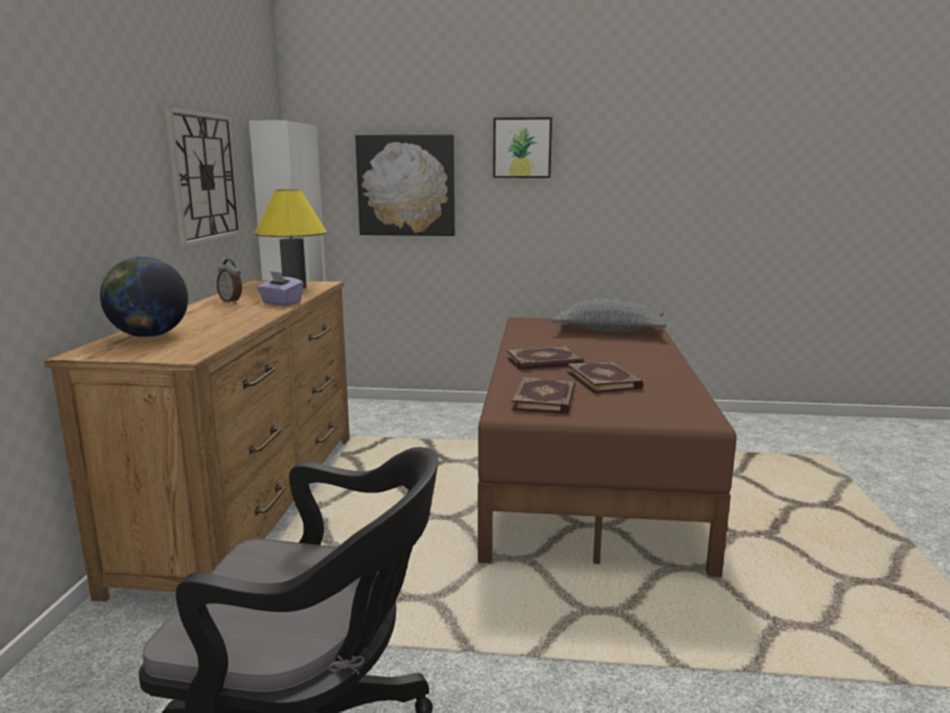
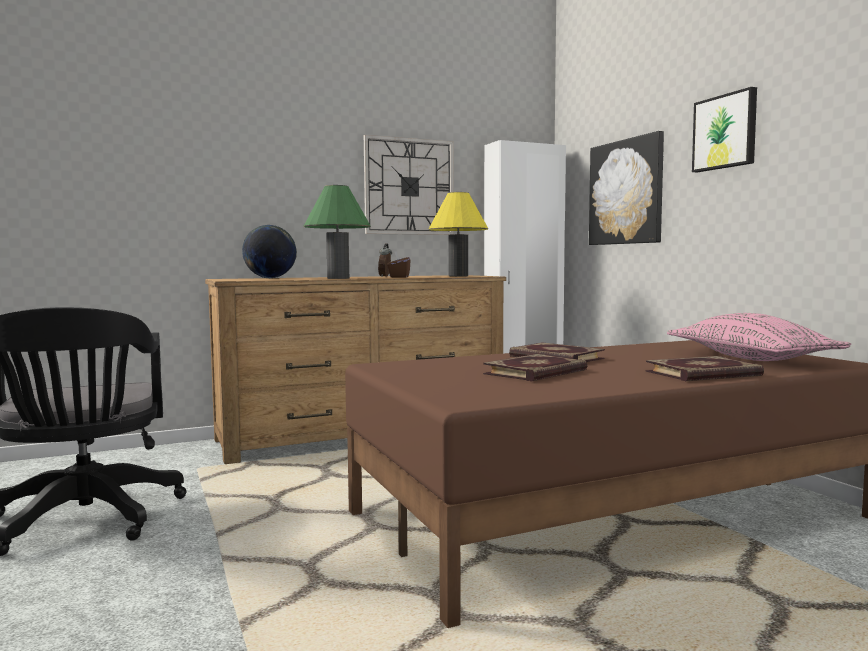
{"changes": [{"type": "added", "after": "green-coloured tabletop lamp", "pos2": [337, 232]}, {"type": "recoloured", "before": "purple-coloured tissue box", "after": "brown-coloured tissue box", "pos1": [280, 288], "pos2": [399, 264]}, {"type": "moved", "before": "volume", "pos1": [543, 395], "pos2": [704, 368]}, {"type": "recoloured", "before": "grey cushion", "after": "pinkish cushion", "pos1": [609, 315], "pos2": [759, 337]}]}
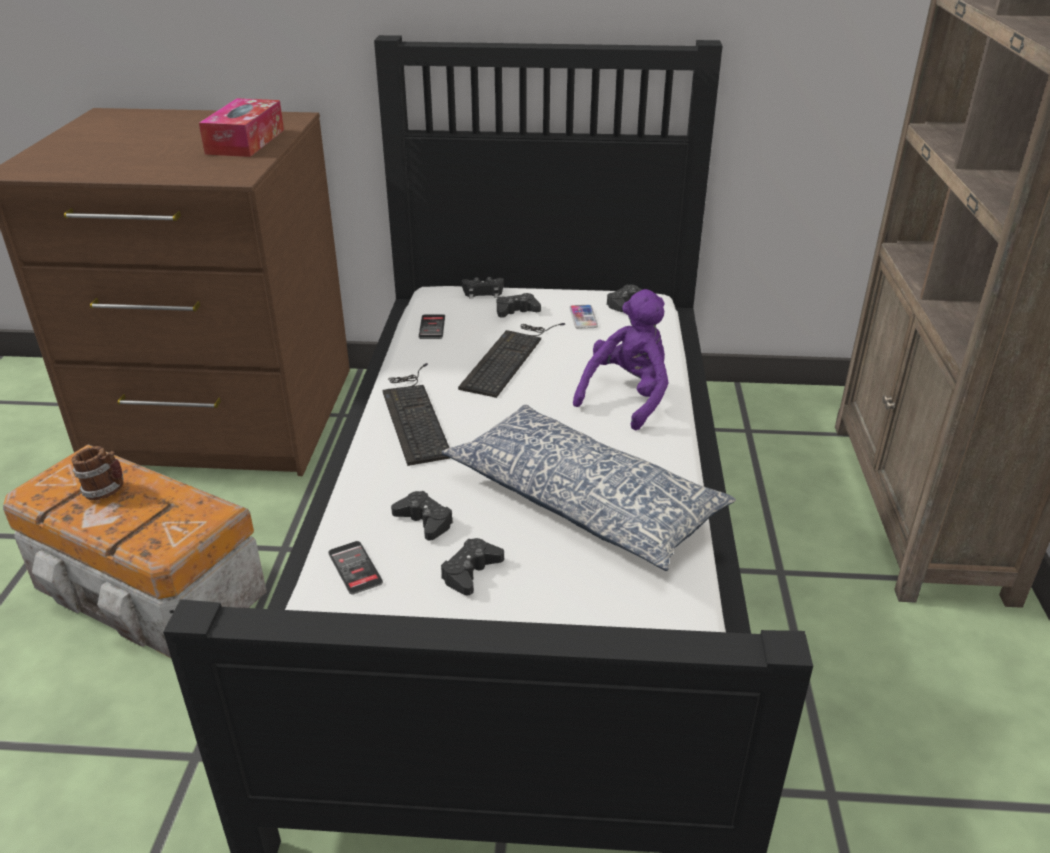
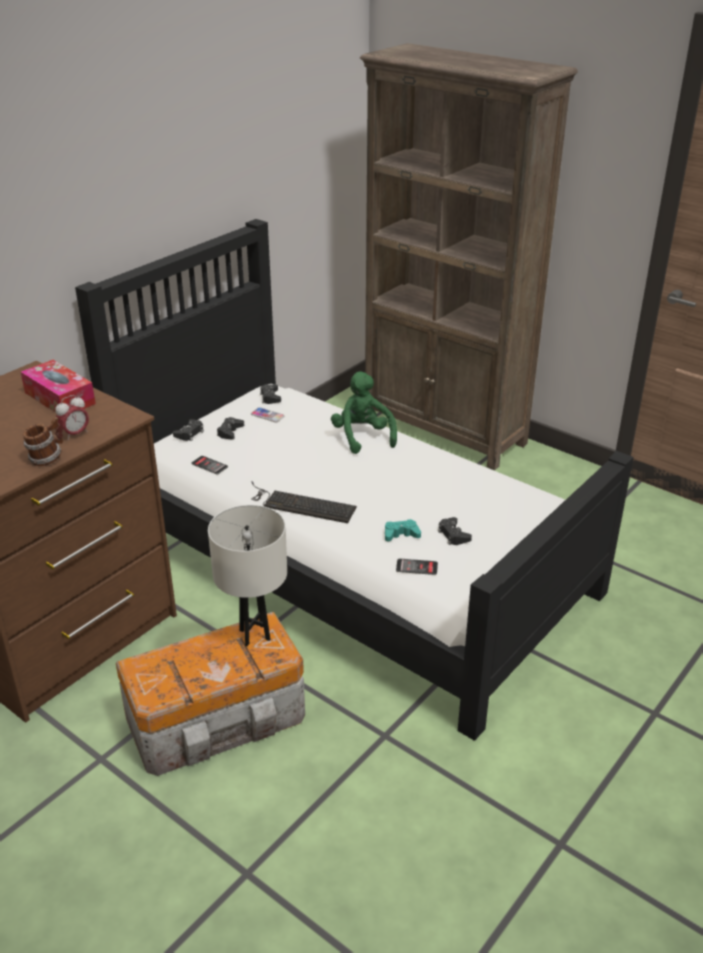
{"changes": [{"type": "moved", "before": "coffee mug", "pos1": [97, 473], "pos2": [43, 441]}, {"type": "added", "after": "bedside clock", "pos2": [72, 417]}, {"type": "added", "after": "whitish tabletop lamp", "pos2": [247, 575]}, {"type": "recoloured", "before": "purple-coloured plush toy", "after": "green-coloured plush toy", "pos1": [621, 360], "pos2": [364, 412]}, {"type": "recoloured", "before": "black gamepad", "after": "turquoise gamepad", "pos1": [422, 516], "pos2": [403, 530]}, {"type": "removed", "before": "cushion", "pos1": [589, 488]}, {"type": "removed", "before": "computer keyboard", "pos1": [511, 360]}]}
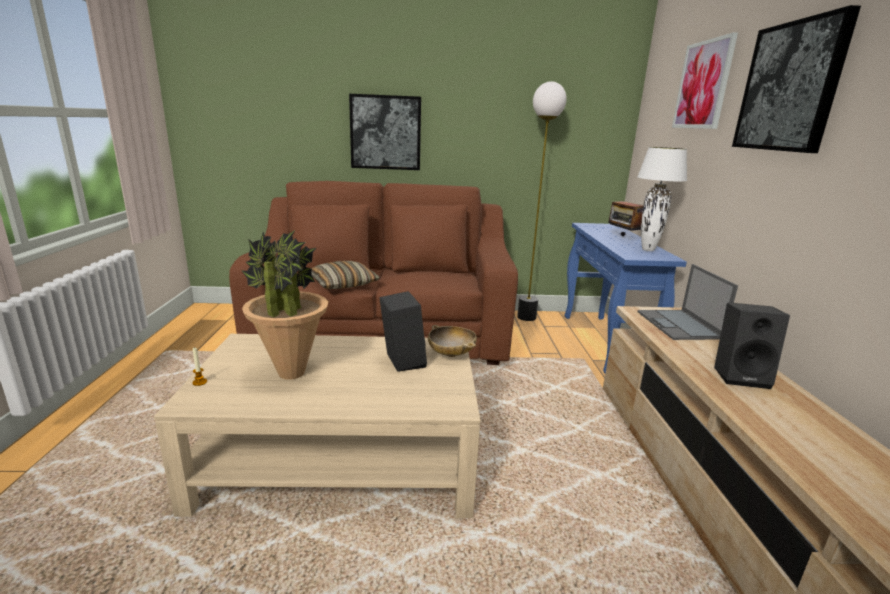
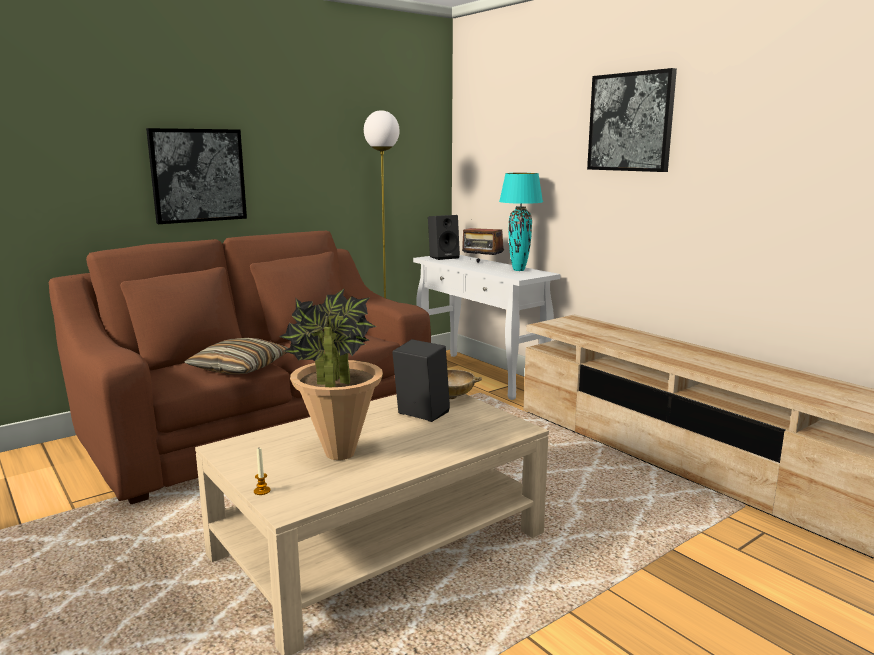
{"changes": [{"type": "recoloured", "before": "blue-coloured hall table", "after": "whitish hall table", "pos1": [626, 298], "pos2": [487, 327]}, {"type": "moved", "before": "black audio speaker", "pos1": [752, 346], "pos2": [444, 237]}, {"type": "recoloured", "before": "whitish tabletop lamp", "after": "turquoise tabletop lamp", "pos1": [662, 199], "pos2": [521, 222]}, {"type": "removed", "before": "portable computer", "pos1": [688, 302]}, {"type": "removed", "before": "picture", "pos1": [705, 80]}]}
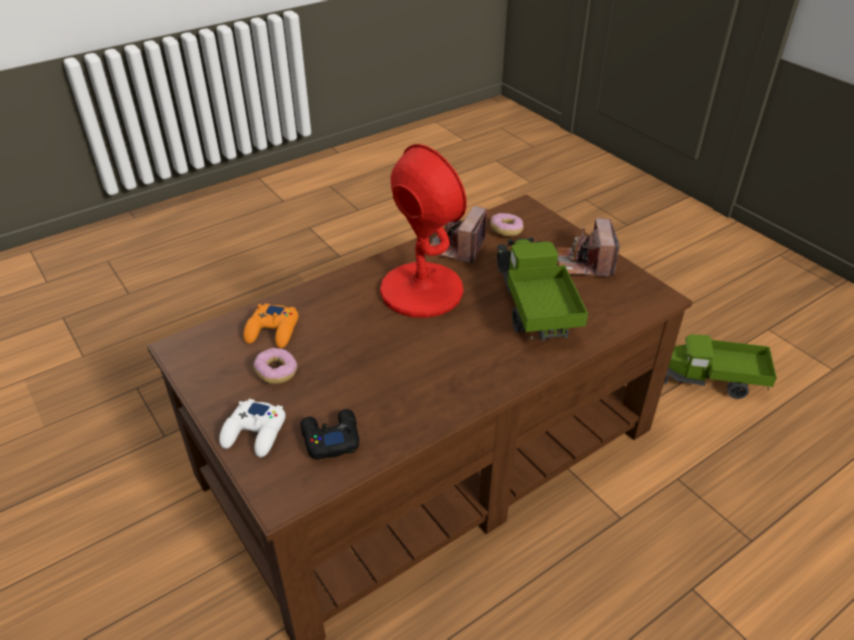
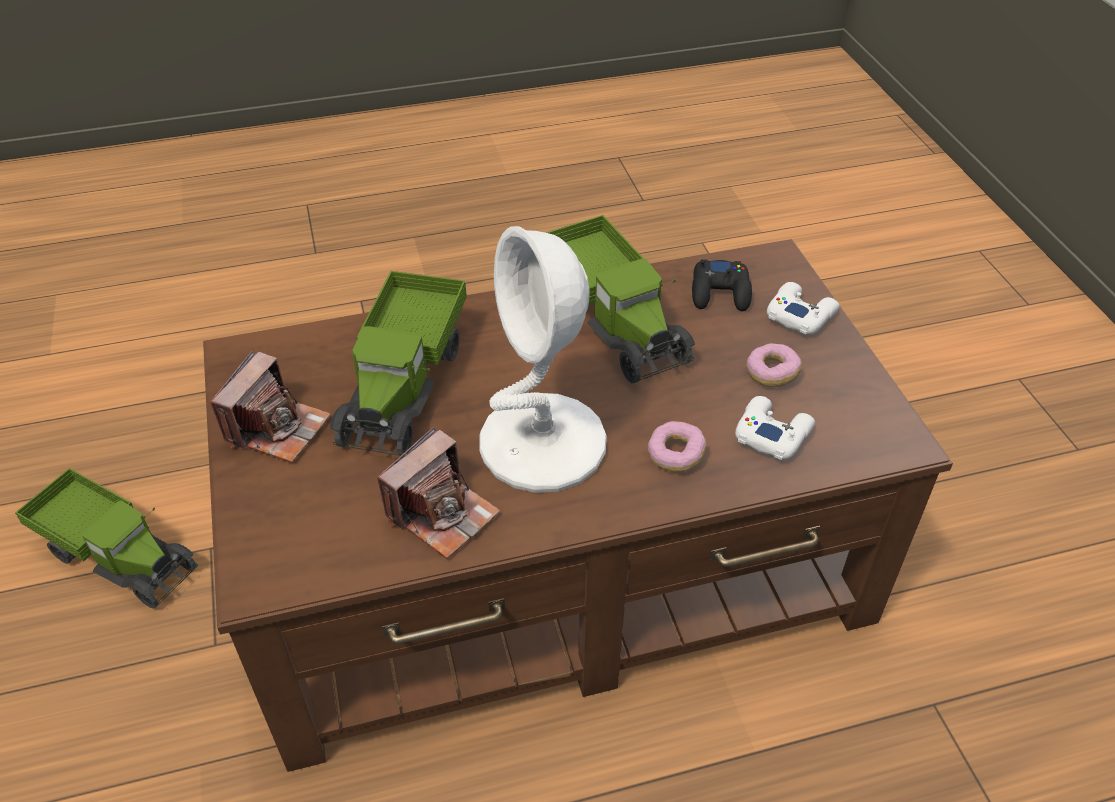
{"changes": [{"type": "recoloured", "before": "reddish tabletop lamp", "after": "whitish tabletop lamp", "pos1": [423, 231], "pos2": [543, 359]}, {"type": "added", "after": "toy truck", "pos2": [620, 299]}, {"type": "moved", "before": "ring doughnut", "pos1": [507, 224], "pos2": [677, 446]}, {"type": "recoloured", "before": "orange-coloured gamepad", "after": "whitish gamepad", "pos1": [270, 326], "pos2": [775, 428]}]}
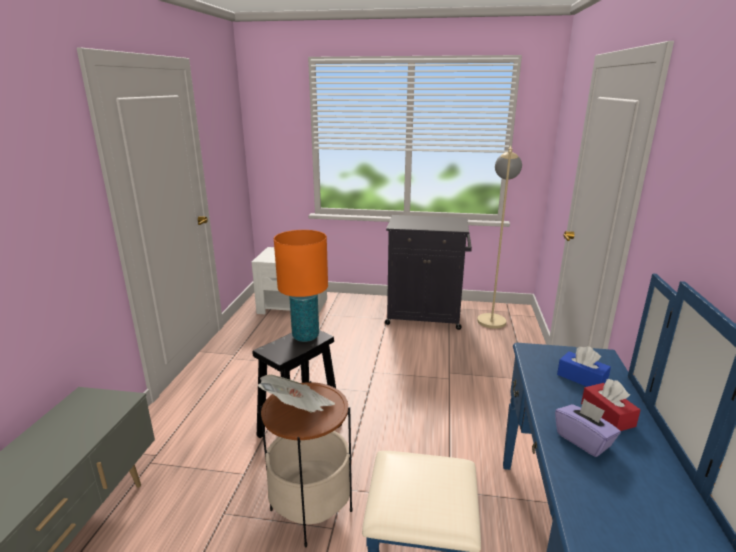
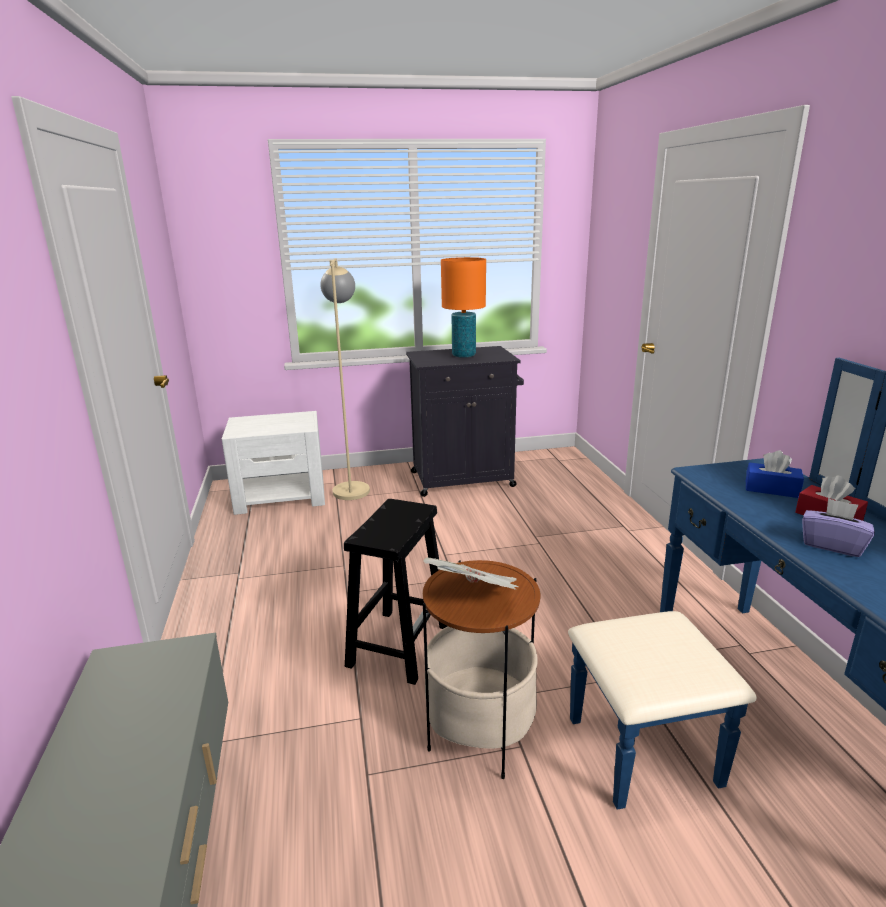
{"changes": [{"type": "moved", "before": "beige-coloured standard lamp", "pos1": [499, 237], "pos2": [345, 379]}, {"type": "moved", "before": "orange-coloured tabletop lamp", "pos1": [301, 286], "pos2": [463, 307]}]}
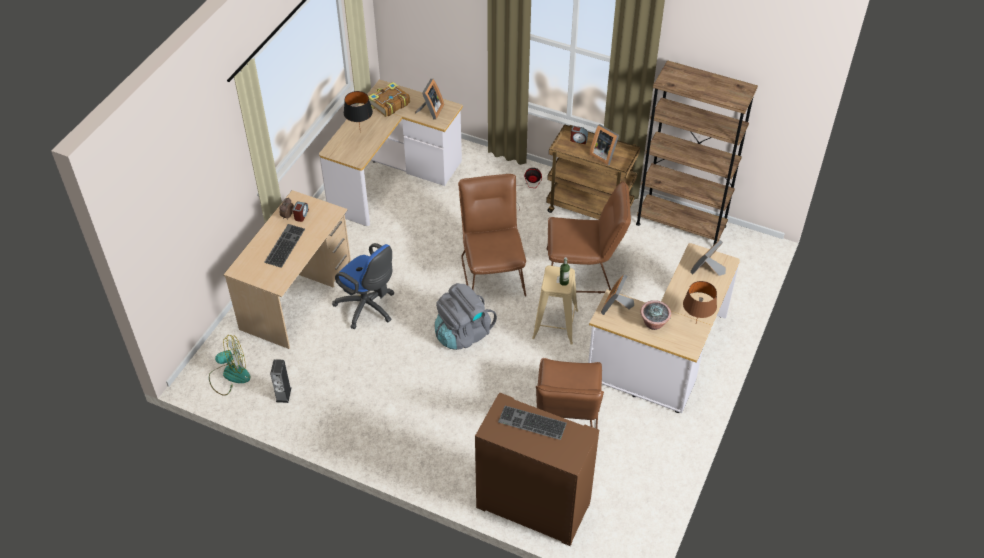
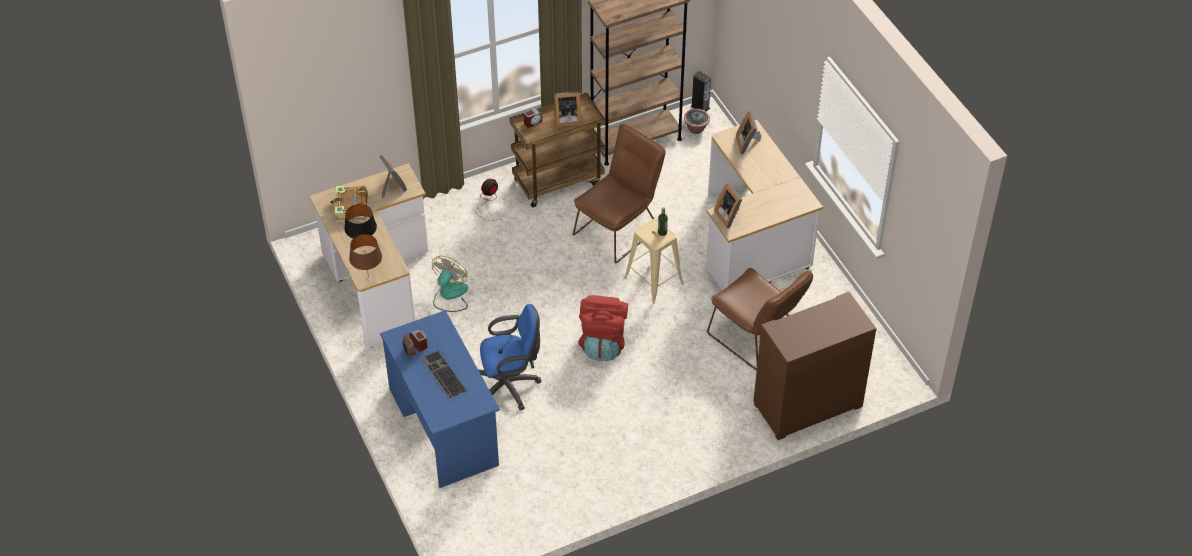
{"changes": [{"type": "moved", "before": "brown-coloured tabletop lamp", "pos1": [700, 302], "pos2": [365, 255]}, {"type": "recoloured", "before": "beige-coloured desk unit", "after": "blue-coloured desk unit", "pos1": [287, 269], "pos2": [440, 399]}, {"type": "moved", "before": "cooling fan", "pos1": [229, 365], "pos2": [450, 284]}, {"type": "recoloured", "before": "grey knapsack", "after": "reddish knapsack", "pos1": [466, 316], "pos2": [603, 328]}, {"type": "moved", "before": "potted plant", "pos1": [655, 315], "pos2": [697, 121]}, {"type": "moved", "before": "audio speaker", "pos1": [280, 381], "pos2": [701, 91]}, {"type": "removed", "before": "brown-coloured upright chair", "pos1": [492, 235]}, {"type": "removed", "before": "computer keyboard", "pos1": [532, 423]}]}
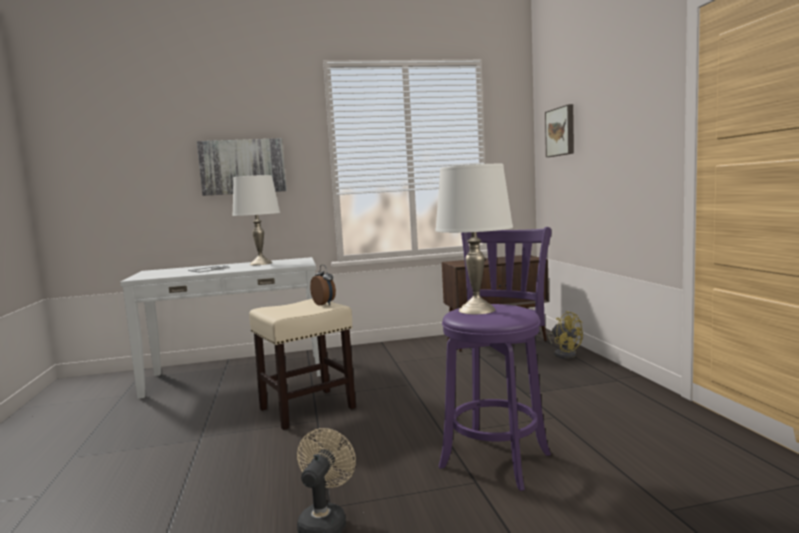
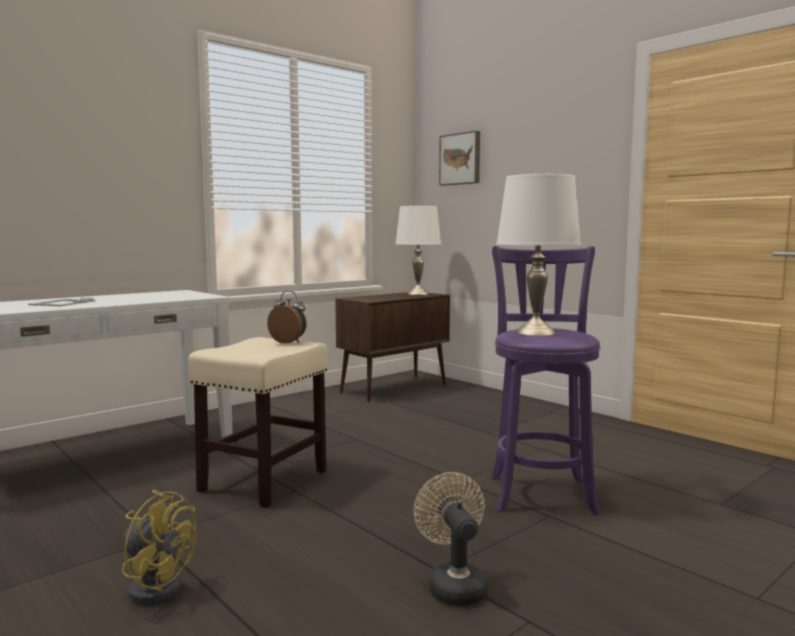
{"changes": [{"type": "moved", "before": "yellowish cooling fan", "pos1": [565, 335], "pos2": [159, 547]}, {"type": "moved", "before": "whitish tabletop lamp", "pos1": [256, 220], "pos2": [418, 250]}, {"type": "removed", "before": "picture", "pos1": [242, 167]}]}
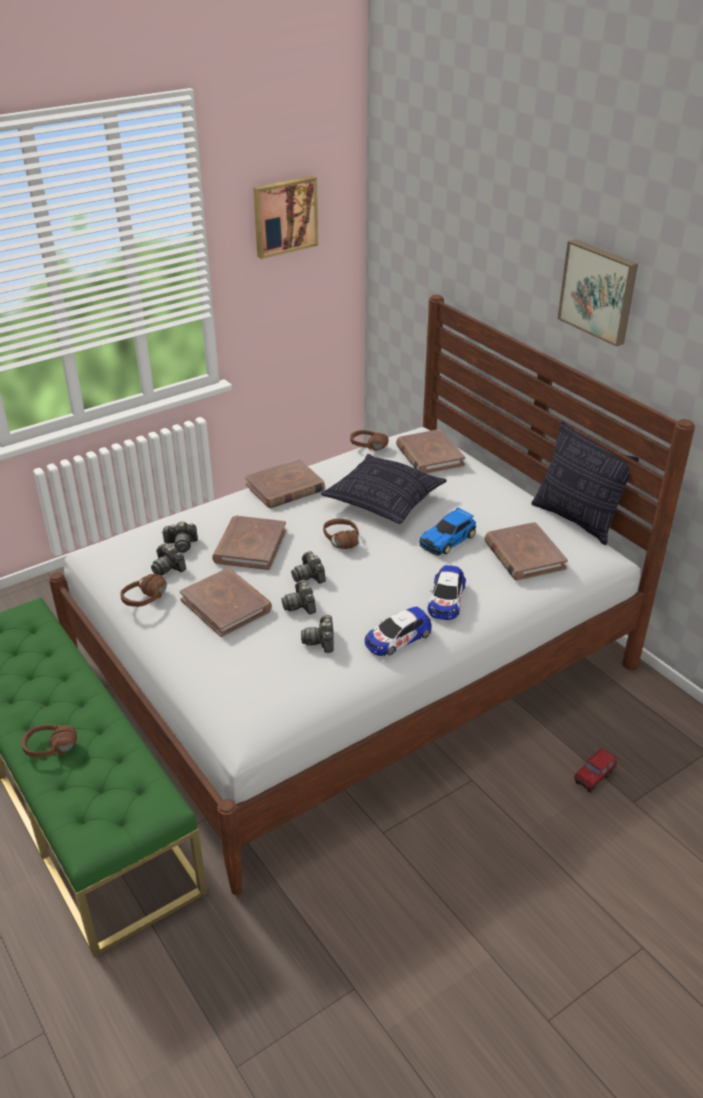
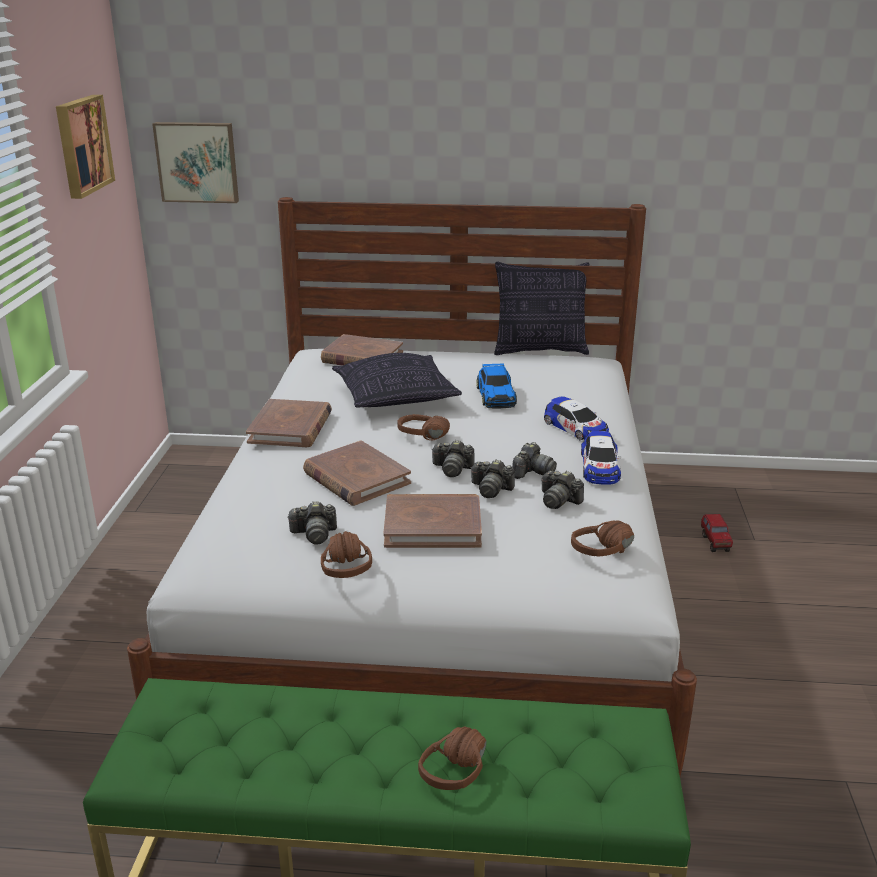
{"changes": [{"type": "moved", "before": "picture", "pos1": [598, 293], "pos2": [195, 162]}, {"type": "moved", "before": "photo camera", "pos1": [179, 537], "pos2": [534, 460]}, {"type": "moved", "before": "brown-coloured pair of headphones", "pos1": [369, 440], "pos2": [602, 538]}, {"type": "removed", "before": "brown-coloured volume", "pos1": [526, 551]}]}
